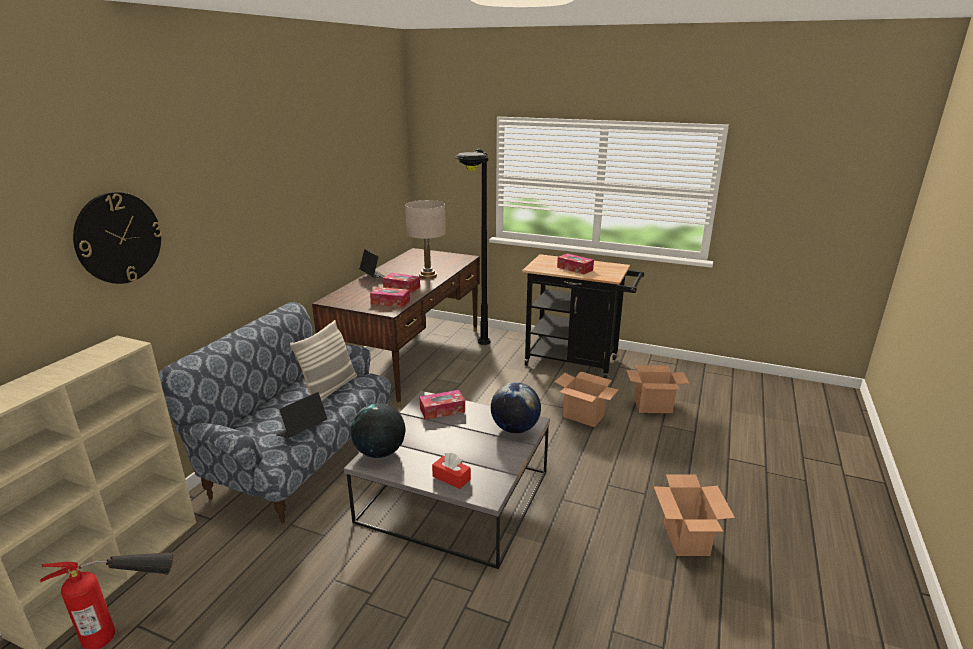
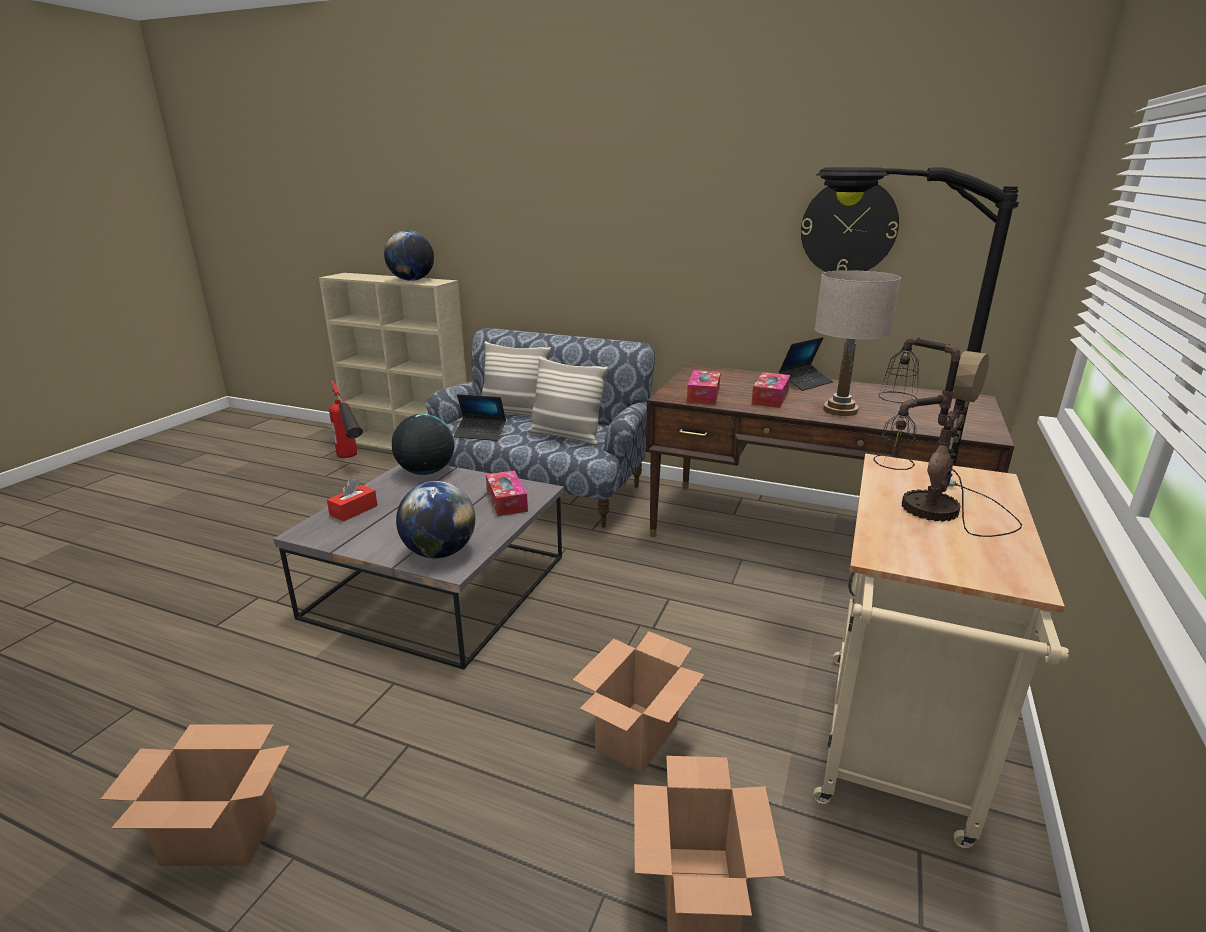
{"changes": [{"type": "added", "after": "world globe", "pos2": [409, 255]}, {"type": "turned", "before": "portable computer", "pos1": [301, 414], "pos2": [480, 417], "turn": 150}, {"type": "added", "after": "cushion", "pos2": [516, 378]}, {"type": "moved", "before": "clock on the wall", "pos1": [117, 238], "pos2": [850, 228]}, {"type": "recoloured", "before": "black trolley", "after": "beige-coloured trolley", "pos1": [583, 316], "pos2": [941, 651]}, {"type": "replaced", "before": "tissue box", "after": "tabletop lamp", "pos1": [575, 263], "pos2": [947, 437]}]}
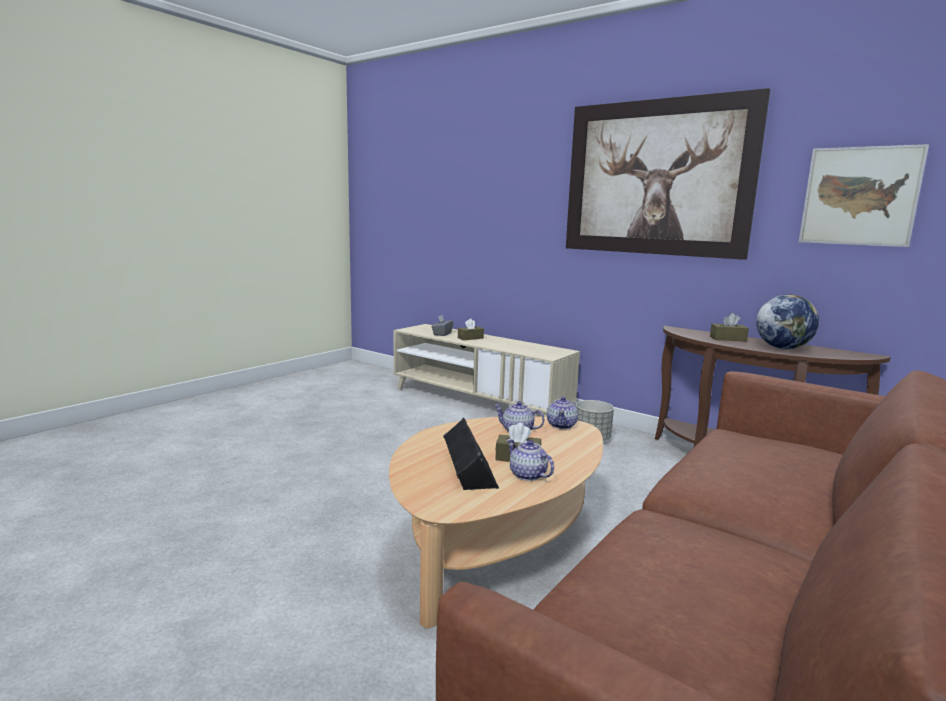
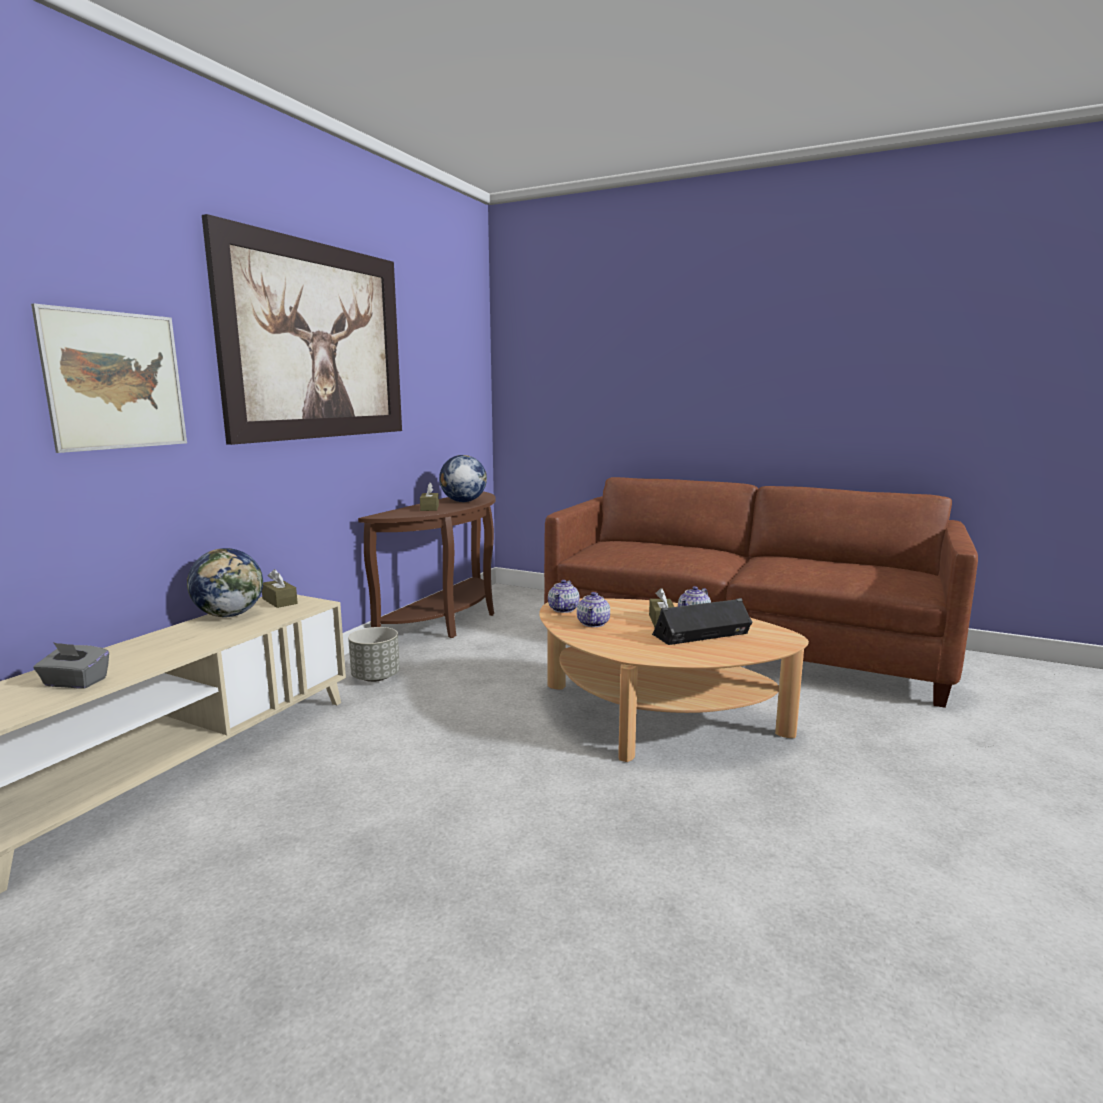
{"changes": [{"type": "moved", "before": "picture", "pos1": [864, 195], "pos2": [109, 378]}, {"type": "added", "after": "world globe", "pos2": [224, 582]}, {"type": "moved", "before": "brown-coloured tissue box", "pos1": [471, 329], "pos2": [280, 588]}, {"type": "turned", "before": "pot for tea", "pos1": [562, 413], "pos2": [564, 596], "turn": 105}]}
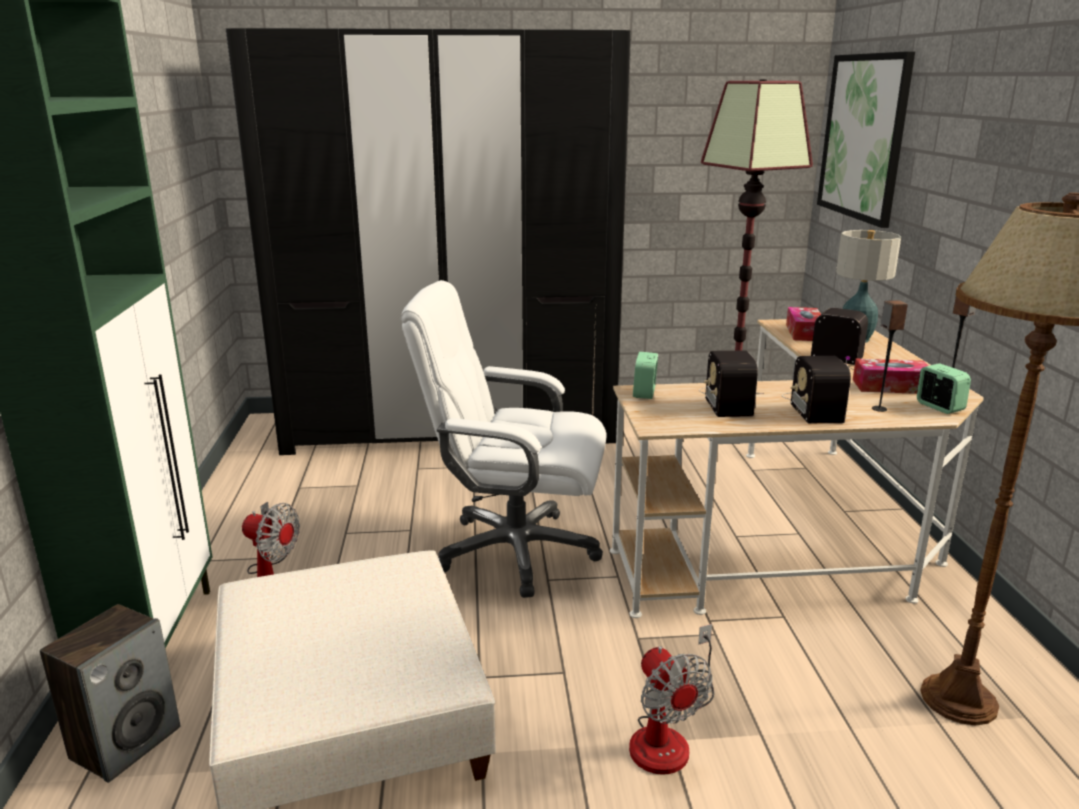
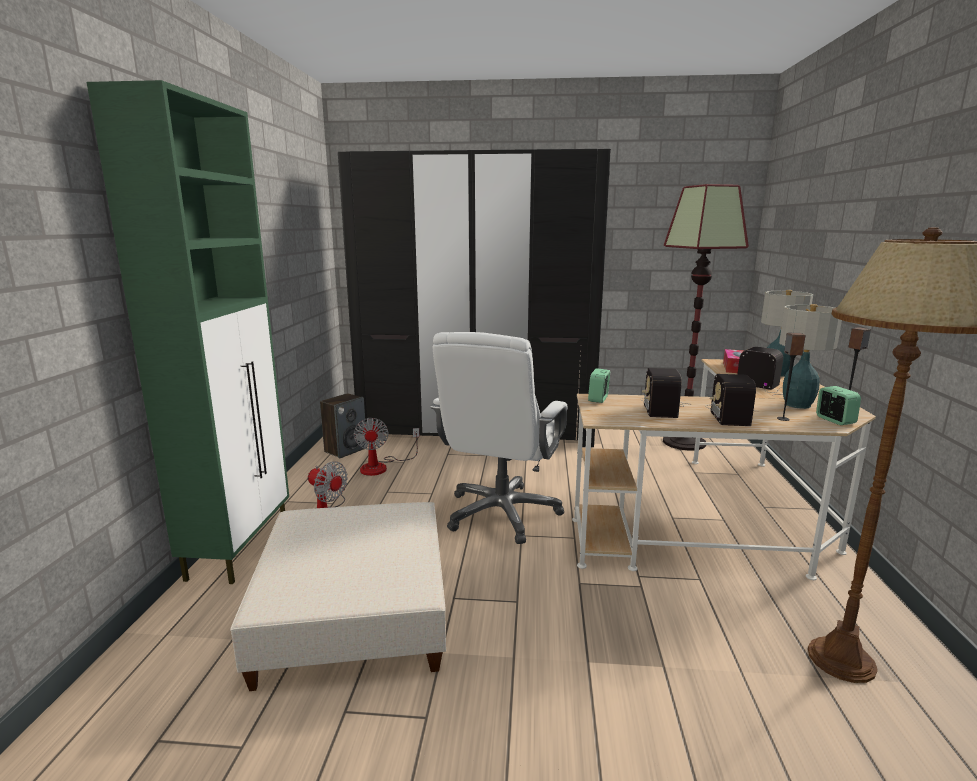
{"changes": [{"type": "moved", "before": "audio speaker", "pos1": [110, 693], "pos2": [343, 425]}, {"type": "moved", "before": "cooling fan", "pos1": [671, 699], "pos2": [386, 447]}, {"type": "turned", "before": "whitish desk chair", "pos1": [503, 439], "pos2": [499, 438], "turn": -90}, {"type": "replaced", "before": "tissue box", "after": "tabletop lamp", "pos1": [891, 376], "pos2": [810, 356]}, {"type": "removed", "before": "picture", "pos1": [866, 139]}]}
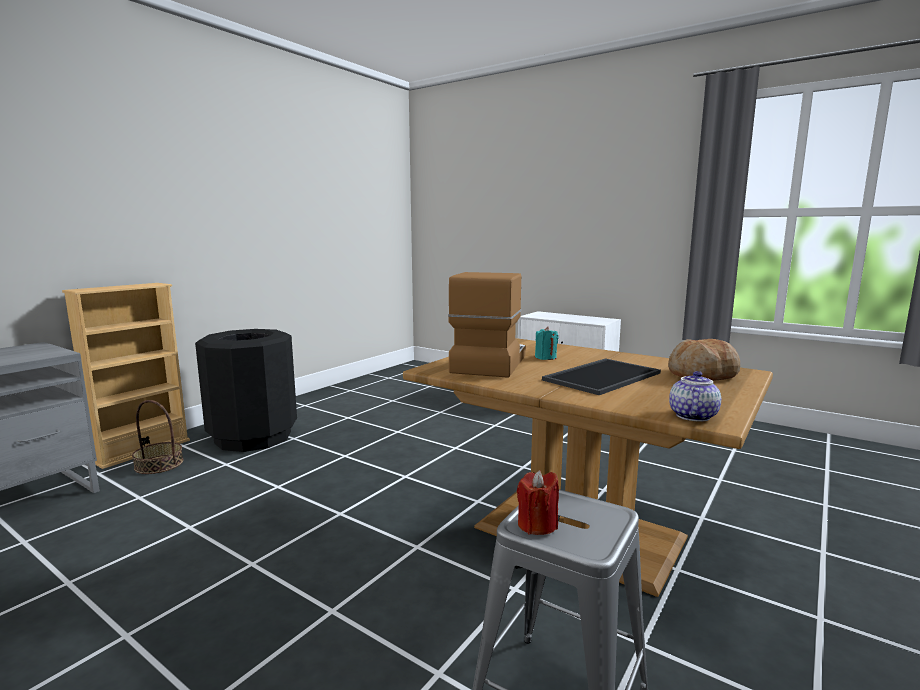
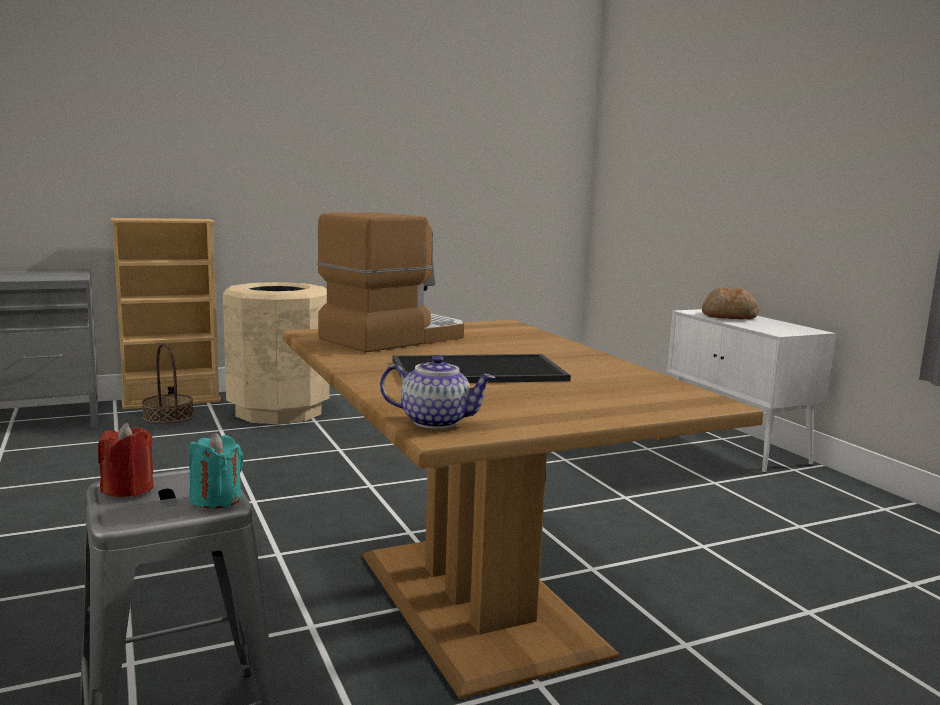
{"changes": [{"type": "moved", "before": "turquoise candle", "pos1": [547, 343], "pos2": [216, 471]}, {"type": "recoloured", "before": "black waste bin", "after": "beige-coloured waste bin", "pos1": [246, 390], "pos2": [276, 353]}, {"type": "turned", "before": "pot for tea", "pos1": [695, 396], "pos2": [438, 392], "turn": 45}, {"type": "moved", "before": "bread", "pos1": [704, 360], "pos2": [730, 303]}]}
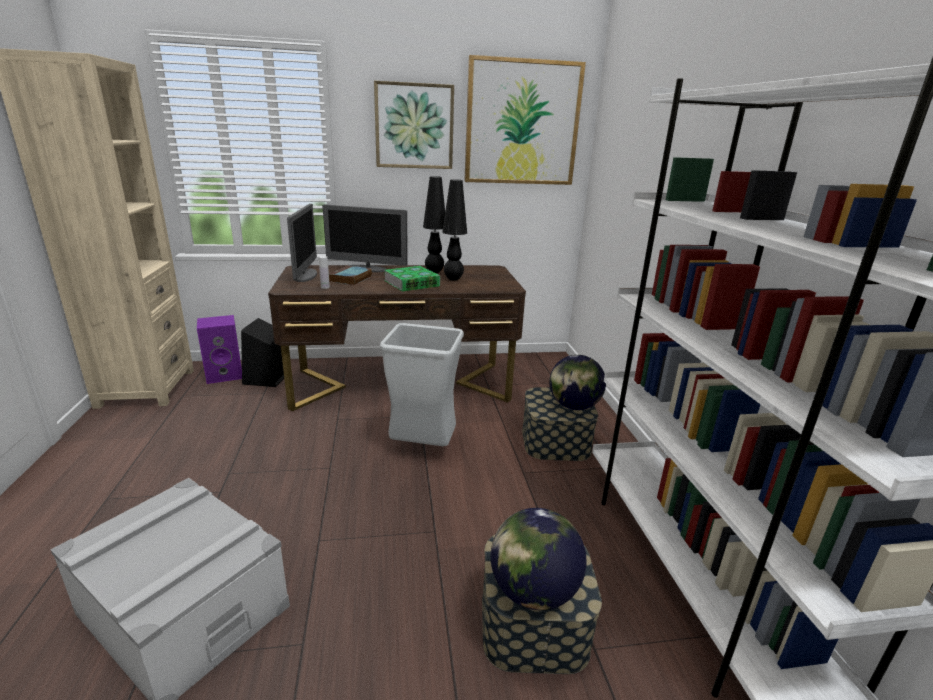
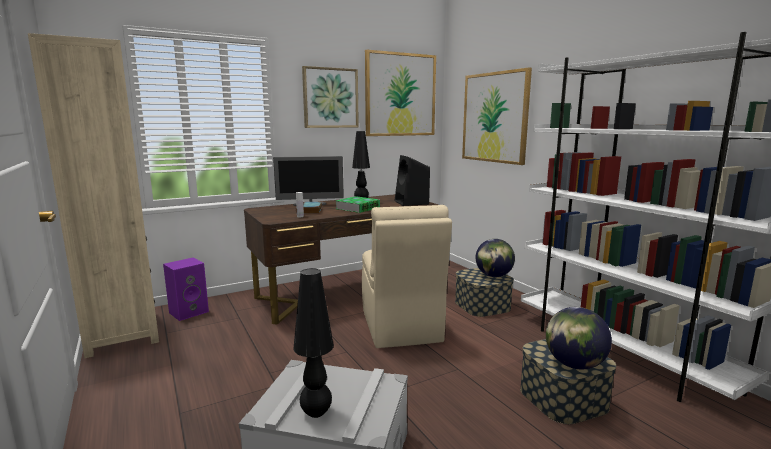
{"changes": [{"type": "moved", "before": "black tabletop lamp", "pos1": [454, 230], "pos2": [313, 343]}, {"type": "replaced", "before": "grey waste bin", "after": "beige-coloured upright chair", "pos1": [422, 384], "pos2": [407, 276]}, {"type": "moved", "before": "black audio speaker", "pos1": [262, 352], "pos2": [412, 180]}, {"type": "added", "after": "picture", "pos2": [497, 116]}, {"type": "removed", "before": "computer screen", "pos1": [302, 243]}]}
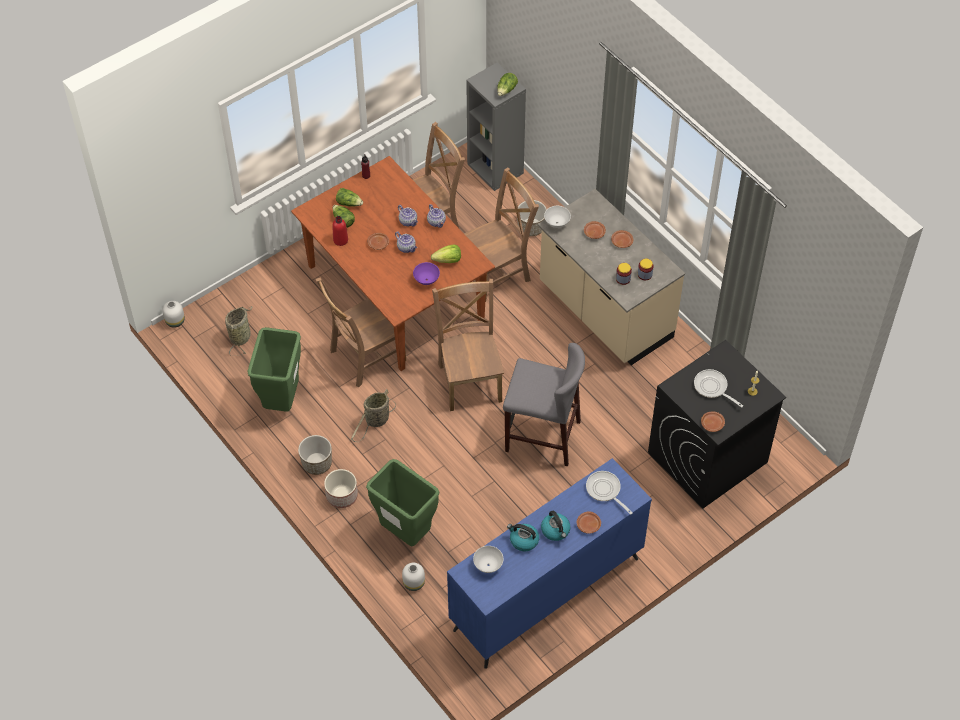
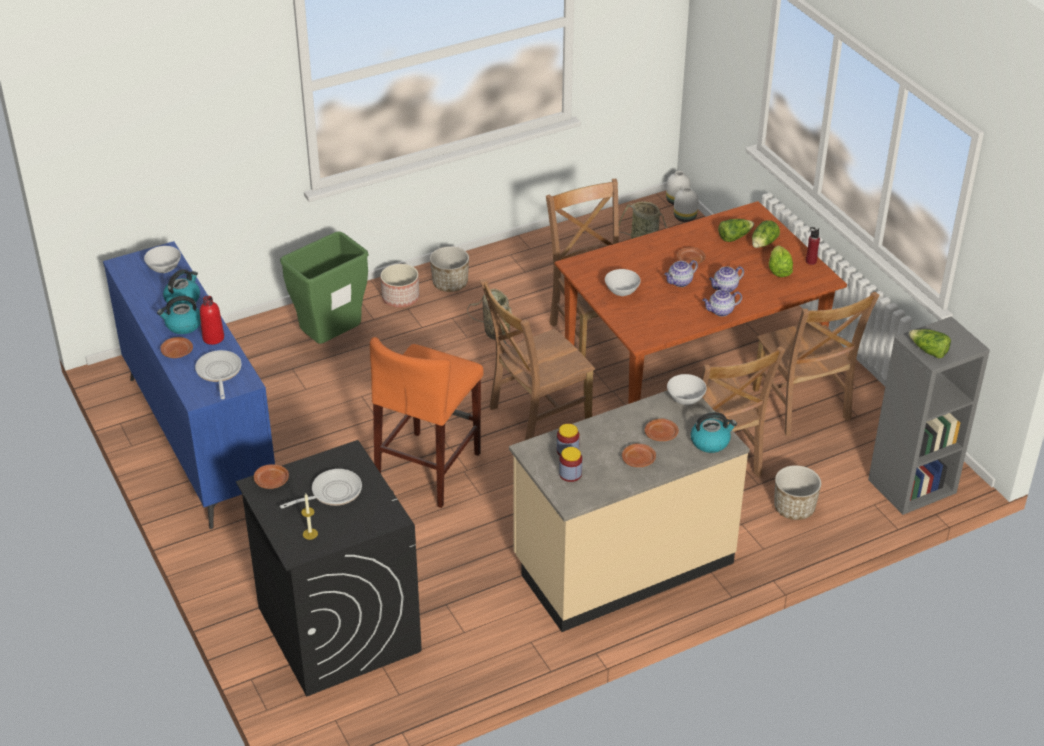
{"changes": [{"type": "turned", "before": "skillet", "pos1": [609, 493], "pos2": [218, 374], "turn": -75}, {"type": "moved", "before": "reddish drink bottle", "pos1": [340, 231], "pos2": [212, 320]}, {"type": "recoloured", "before": "grey stool seat", "after": "orange-coloured stool seat", "pos1": [544, 404], "pos2": [427, 422]}, {"type": "turned", "before": "brown-coloured upright chair", "pos1": [468, 345], "pos2": [537, 359], "turn": 150}, {"type": "recoloured", "before": "purple-coloured deep dish", "after": "whitish deep dish", "pos1": [426, 273], "pos2": [623, 282]}, {"type": "moved", "before": "whitish flower vase", "pos1": [413, 577], "pos2": [686, 204]}, {"type": "added", "after": "kettle", "pos2": [714, 432]}, {"type": "moved", "before": "lettuce", "pos1": [446, 254], "pos2": [781, 261]}, {"type": "removed", "before": "green-coloured waste bin", "pos1": [274, 369]}]}
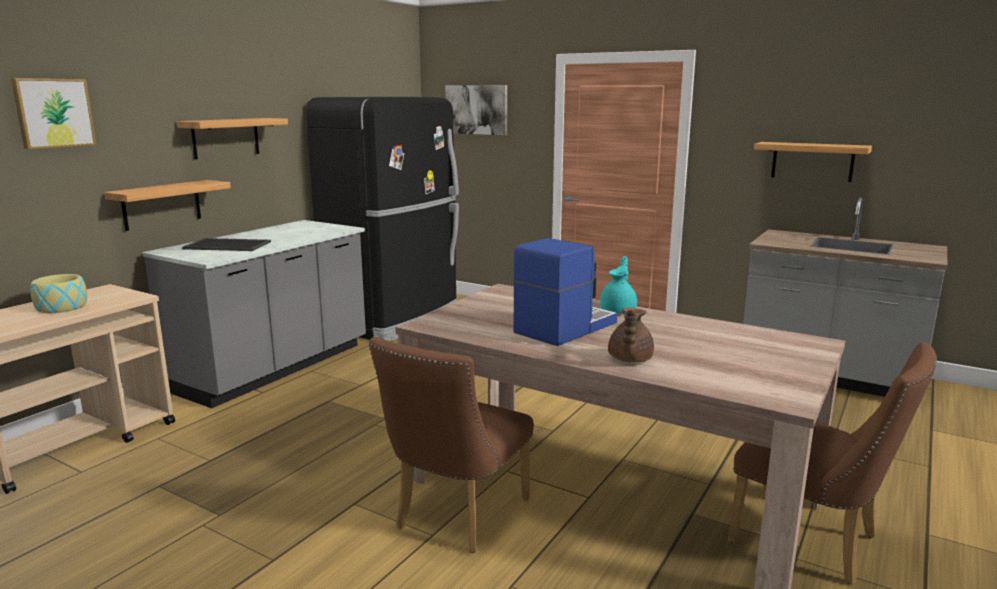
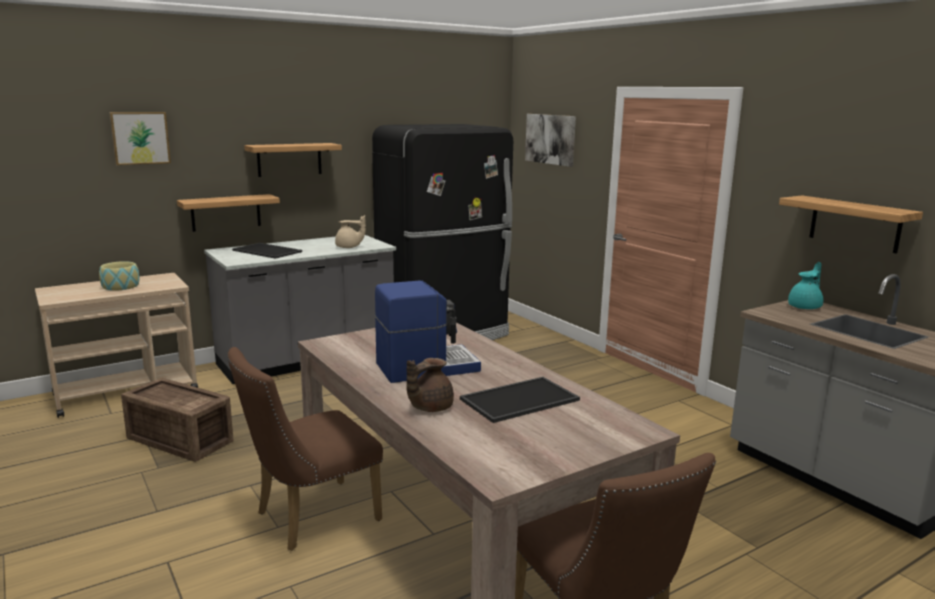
{"changes": [{"type": "added", "after": "crate", "pos2": [177, 420]}, {"type": "added", "after": "beige-coloured pot for tea", "pos2": [350, 231]}, {"type": "added", "after": "carrying tray", "pos2": [520, 400]}, {"type": "moved", "before": "turquoise pot for tea", "pos1": [618, 284], "pos2": [806, 285]}]}
